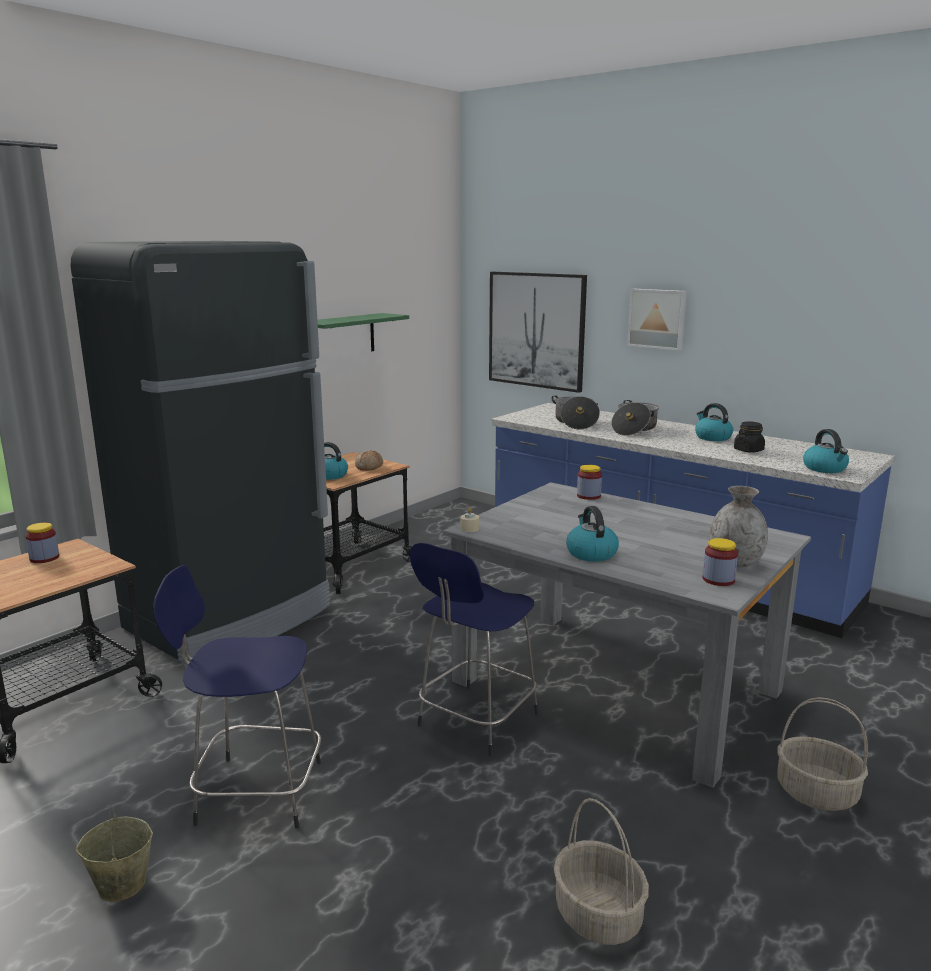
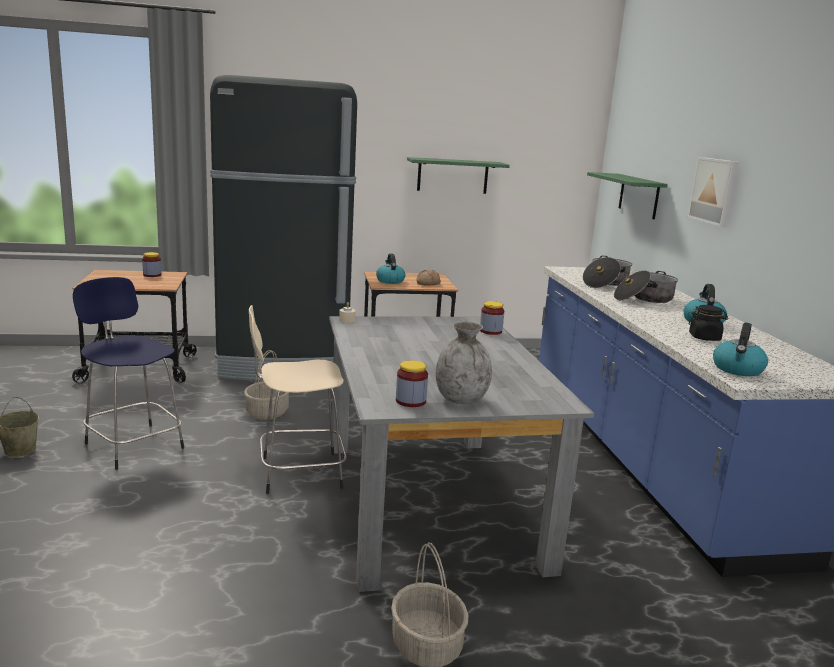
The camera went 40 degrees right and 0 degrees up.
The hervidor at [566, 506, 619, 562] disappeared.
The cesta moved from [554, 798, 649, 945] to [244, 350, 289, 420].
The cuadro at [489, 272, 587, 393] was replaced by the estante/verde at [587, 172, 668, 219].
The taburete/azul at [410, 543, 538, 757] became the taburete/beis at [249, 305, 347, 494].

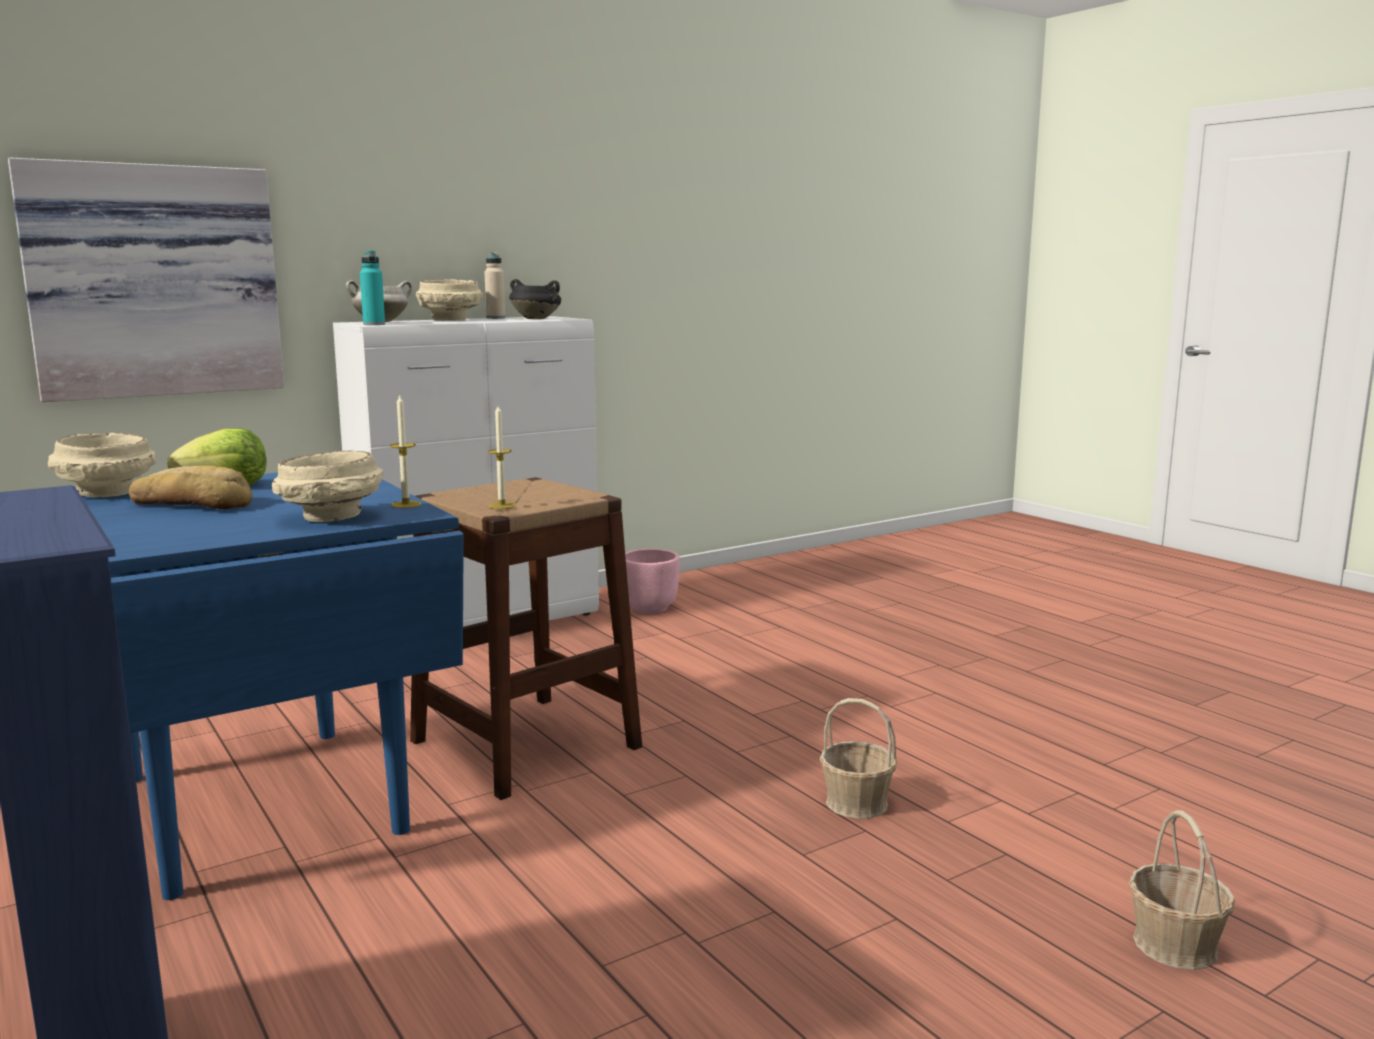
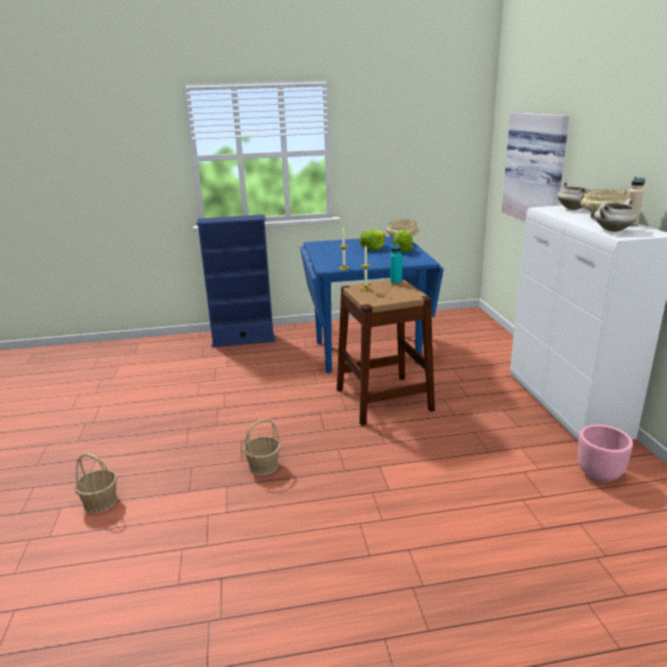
The camera went 115 degrees right and 10 degrees up.
The cuenco/beis at [272, 451, 384, 522] disappeared.
The botella/turquesa moved from [360, 251, 385, 325] to [390, 244, 402, 284].
The pan at [129, 465, 252, 509] was replaced by the lechuga at [360, 230, 386, 250].
The olla/negro at [509, 279, 561, 319] became the olla/blanco at [594, 199, 637, 232].

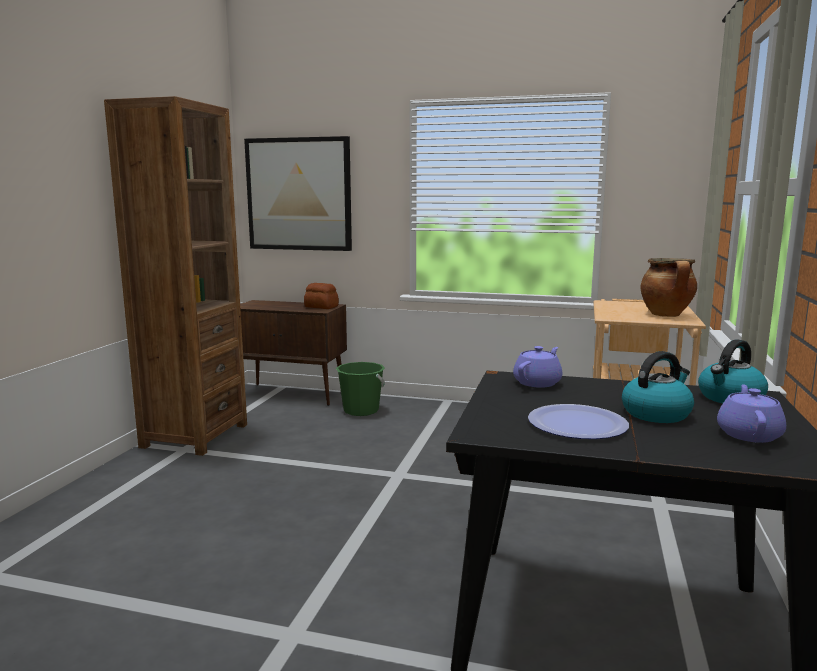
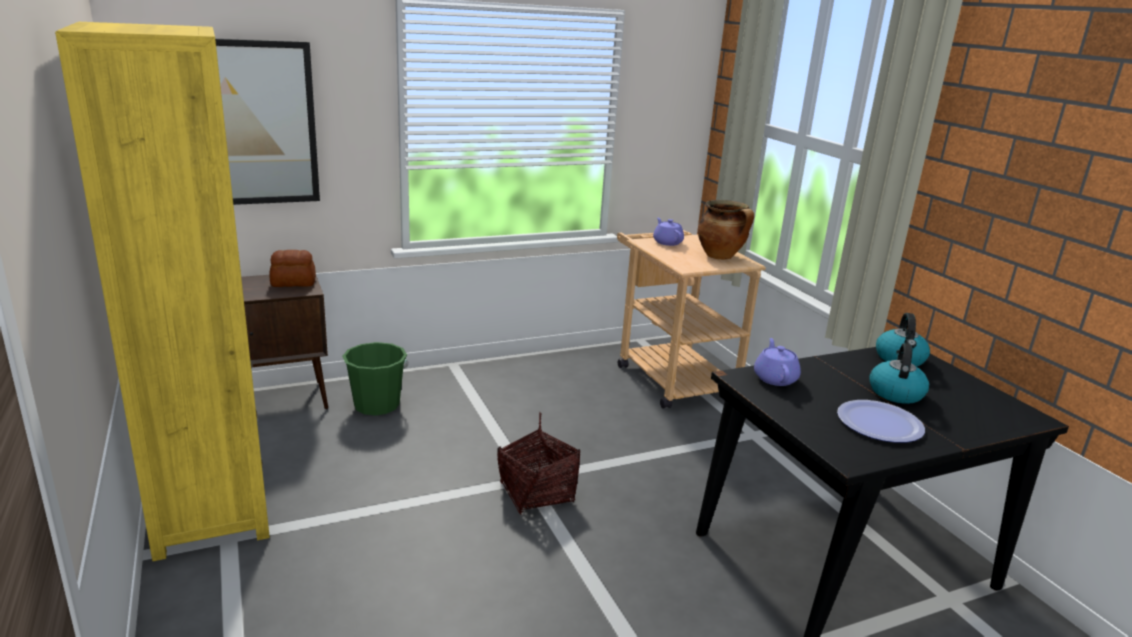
The camera went 40 degrees left and 10 degrees up.
The cesta at [497, 412, 580, 515] appeared.
The tetera/morado moved from [717, 384, 786, 443] to [653, 218, 684, 246].
The estantería/marrón at [104, 96, 247, 456] became the estantería/amarillo at [55, 22, 270, 561].

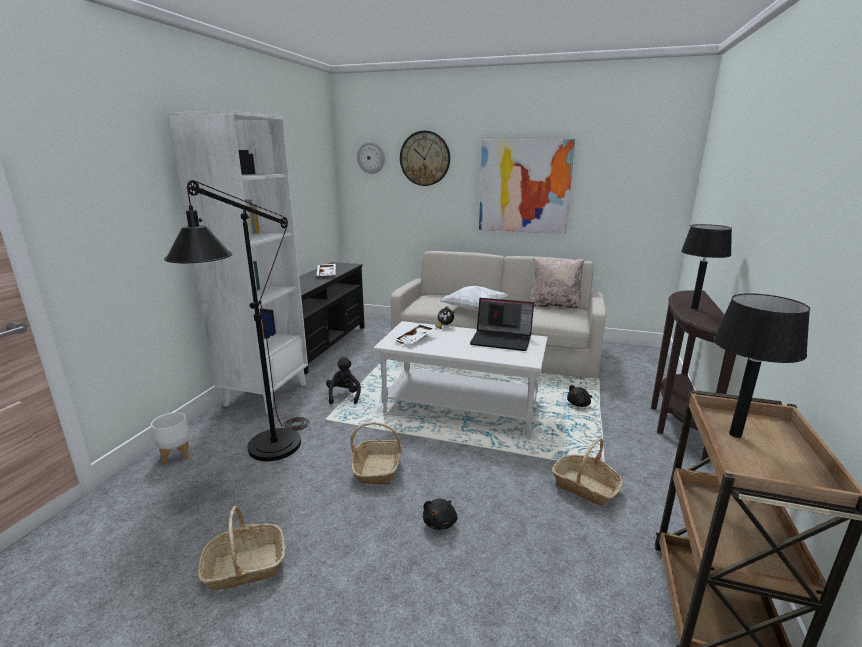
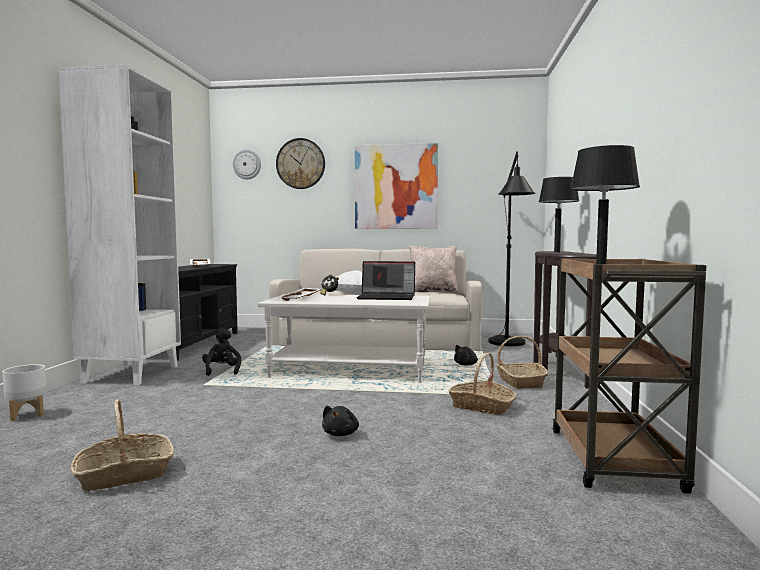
The camera went 10 degrees left and 15 degrees down.
The lámpara de pie/negro moved from [164, 180, 309, 461] to [489, 152, 535, 346].
The cesta moved from [350, 422, 402, 484] to [496, 336, 548, 389].

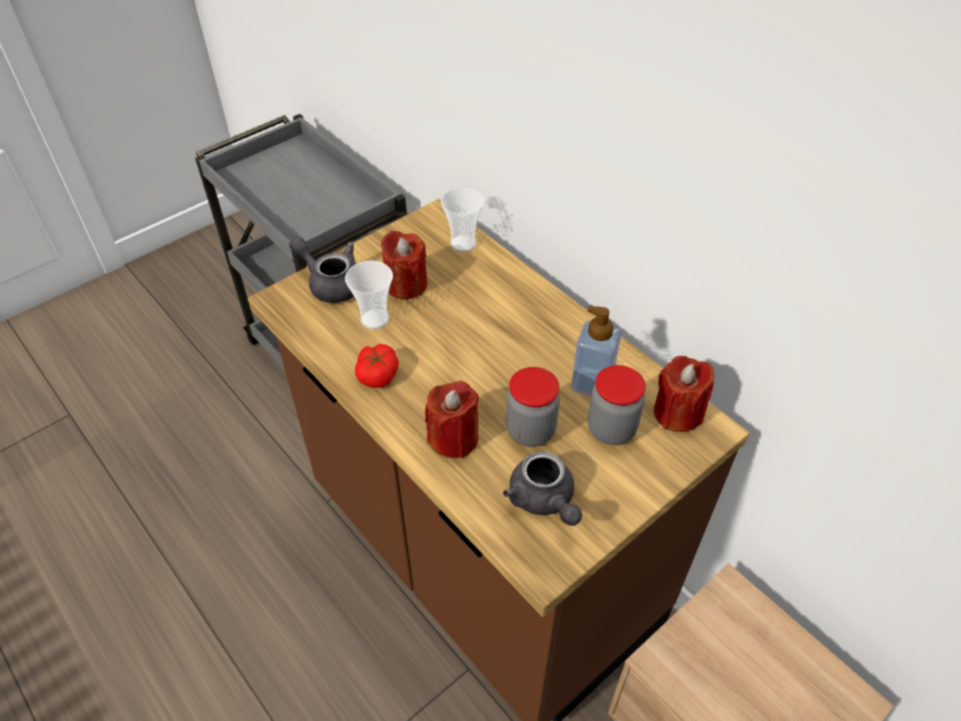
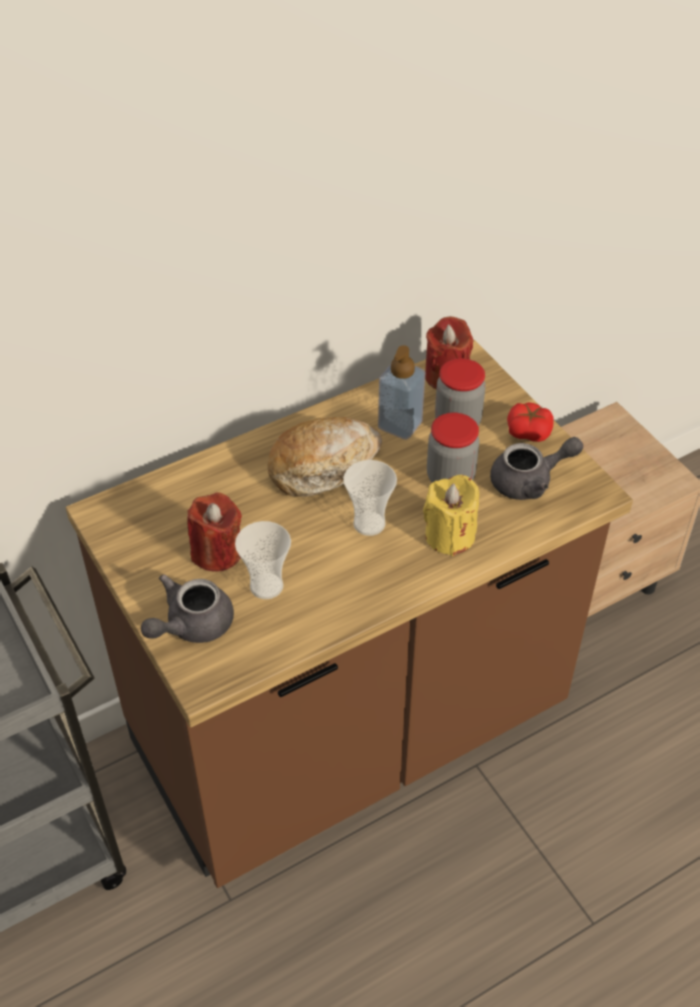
The camera went 80 degrees left and 0 degrees up.
The pan at [267, 417, 382, 497] appeared.
The tomate moved from [355, 344, 399, 388] to [507, 402, 554, 442].
The taza moved from [441, 187, 484, 252] to [343, 460, 397, 536].
The vela/rojo at [425, 381, 479, 458] became the vela/amarillo at [423, 475, 479, 556].

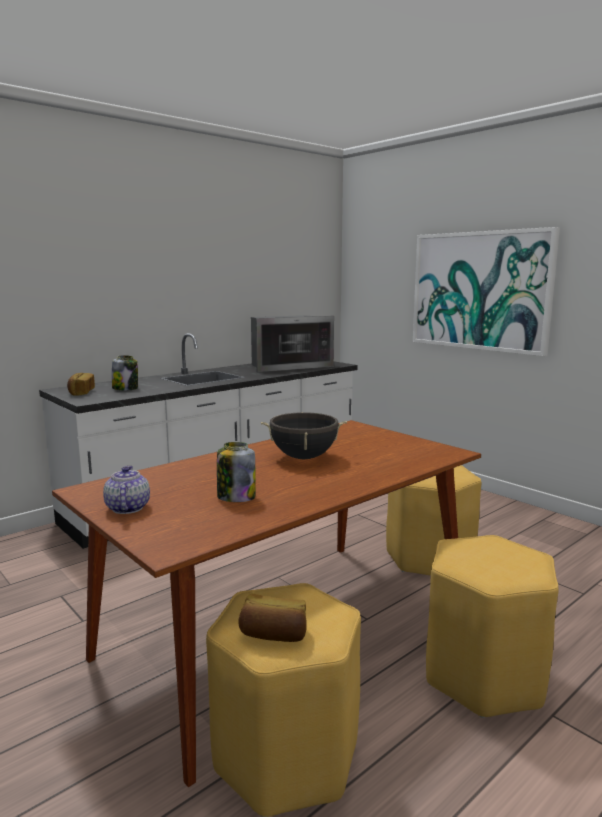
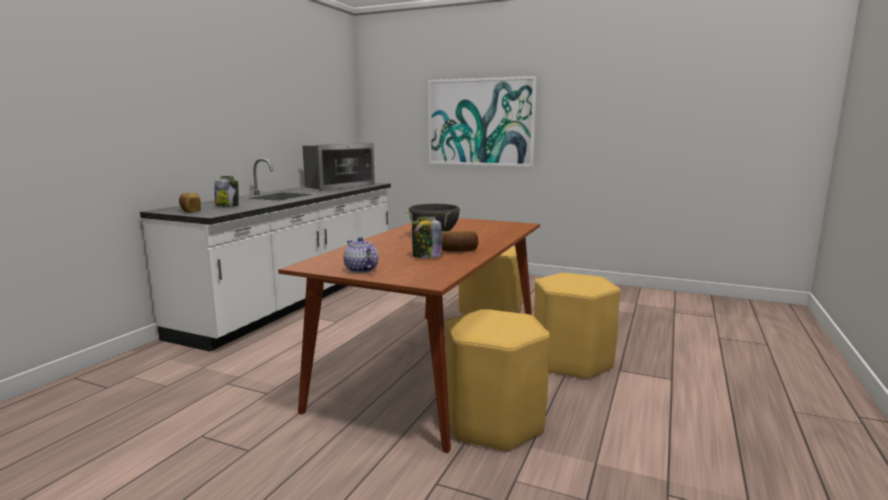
The camera went 25 degrees left and 0 degrees up.
The pan moved from [238, 594, 307, 642] to [442, 231, 478, 252].

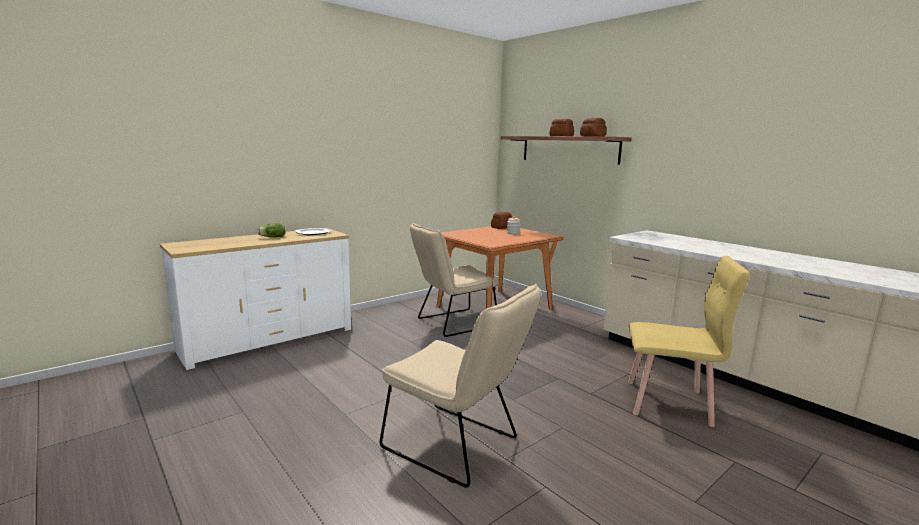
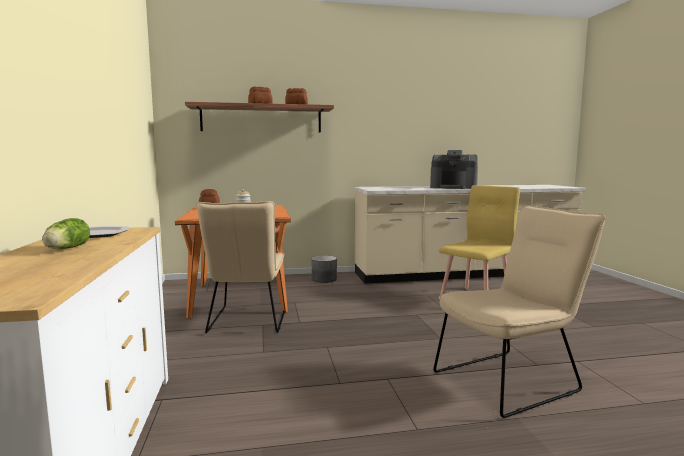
The camera went 60 degrees left and 5 degrees down.
The maceta/gris at [312, 255, 337, 283] appeared.
The cafetera at [430, 150, 478, 189] appeared.

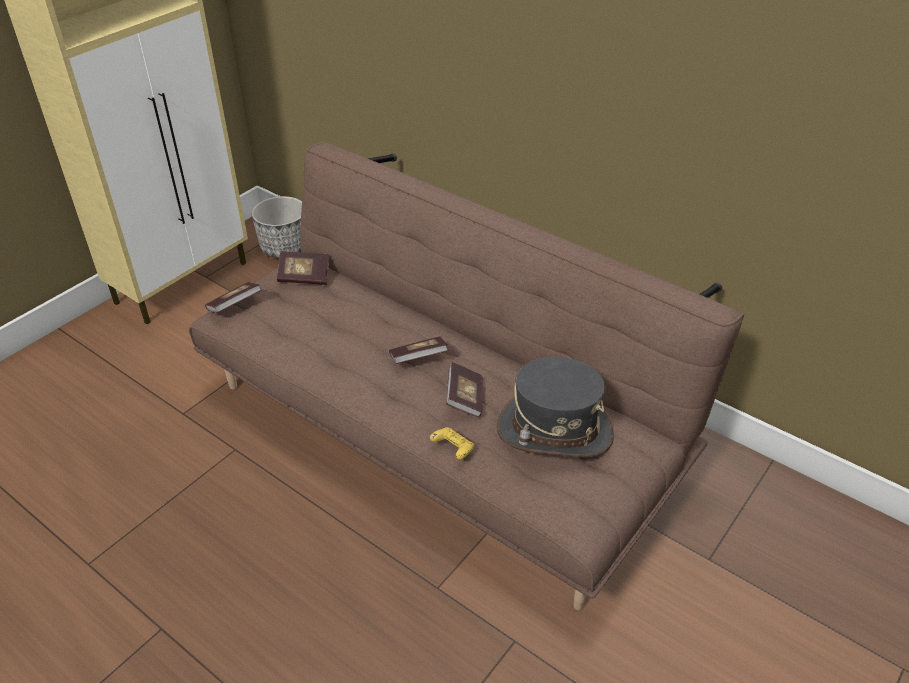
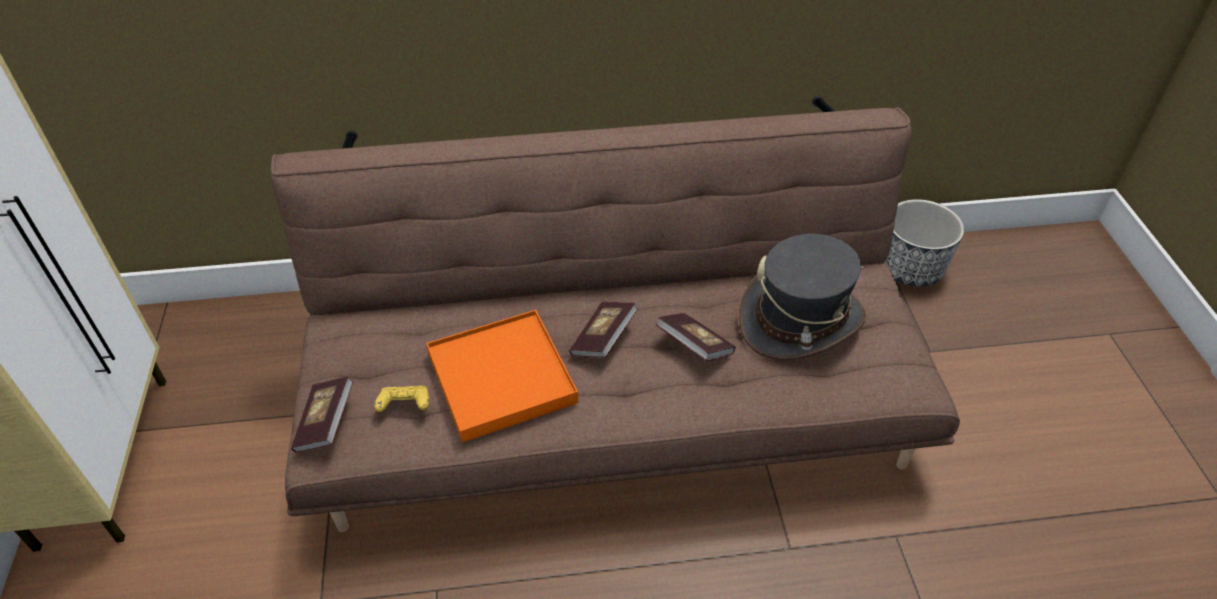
The camera went 45 degrees left and 5 degrees up.
The libro at [277, 251, 329, 285] disappeared.
The bandeja/naranja at [426, 310, 578, 442] appeared.
The maceta moved from [251, 196, 302, 258] to [885, 199, 964, 287].
The mando de consola/amarillo moved from [430, 427, 474, 460] to [375, 385, 429, 412].

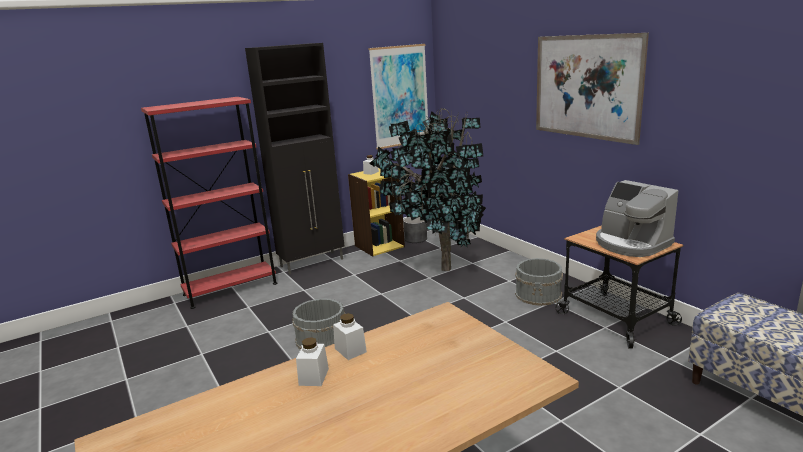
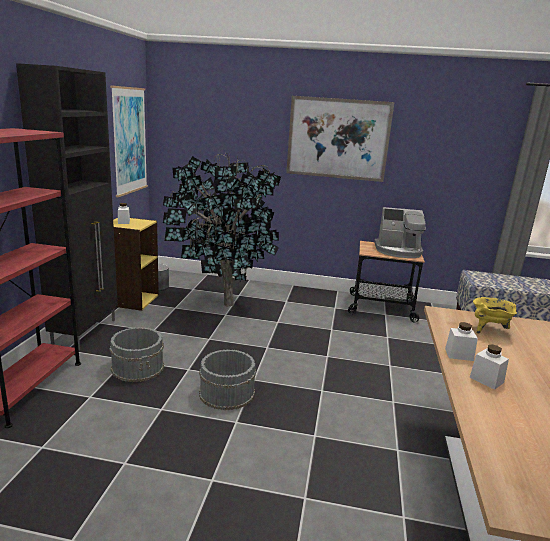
The camera went 50 degrees left and 0 degrees up.
The olla/amarillo at [473, 297, 518, 334] appeared.
The cubo/gris moved from [515, 258, 563, 306] to [109, 327, 164, 382].

